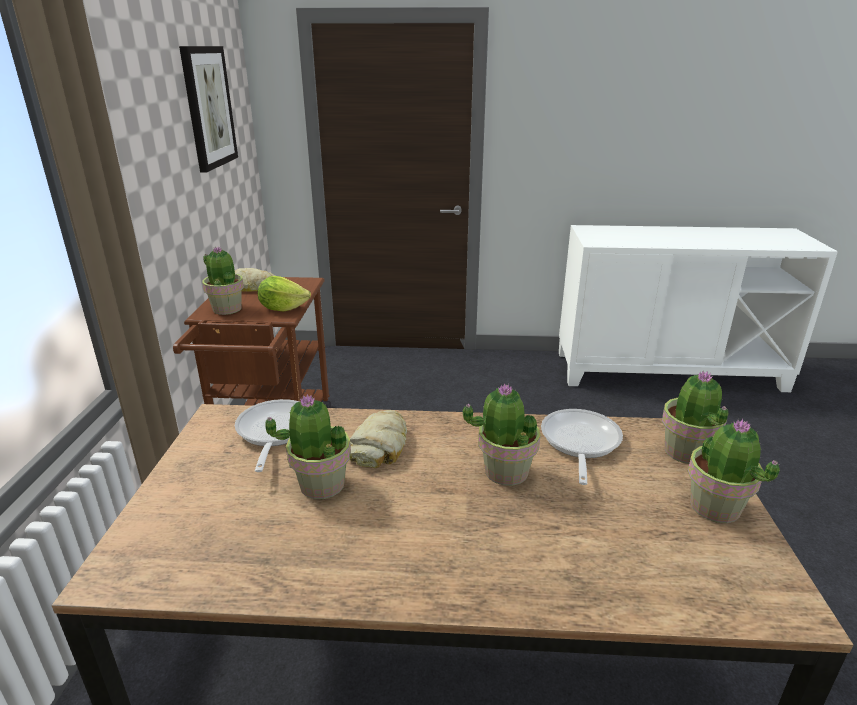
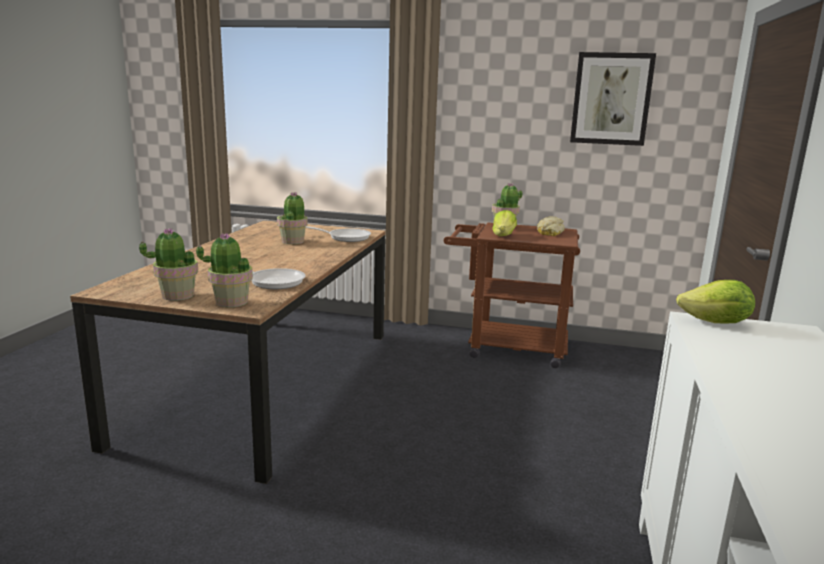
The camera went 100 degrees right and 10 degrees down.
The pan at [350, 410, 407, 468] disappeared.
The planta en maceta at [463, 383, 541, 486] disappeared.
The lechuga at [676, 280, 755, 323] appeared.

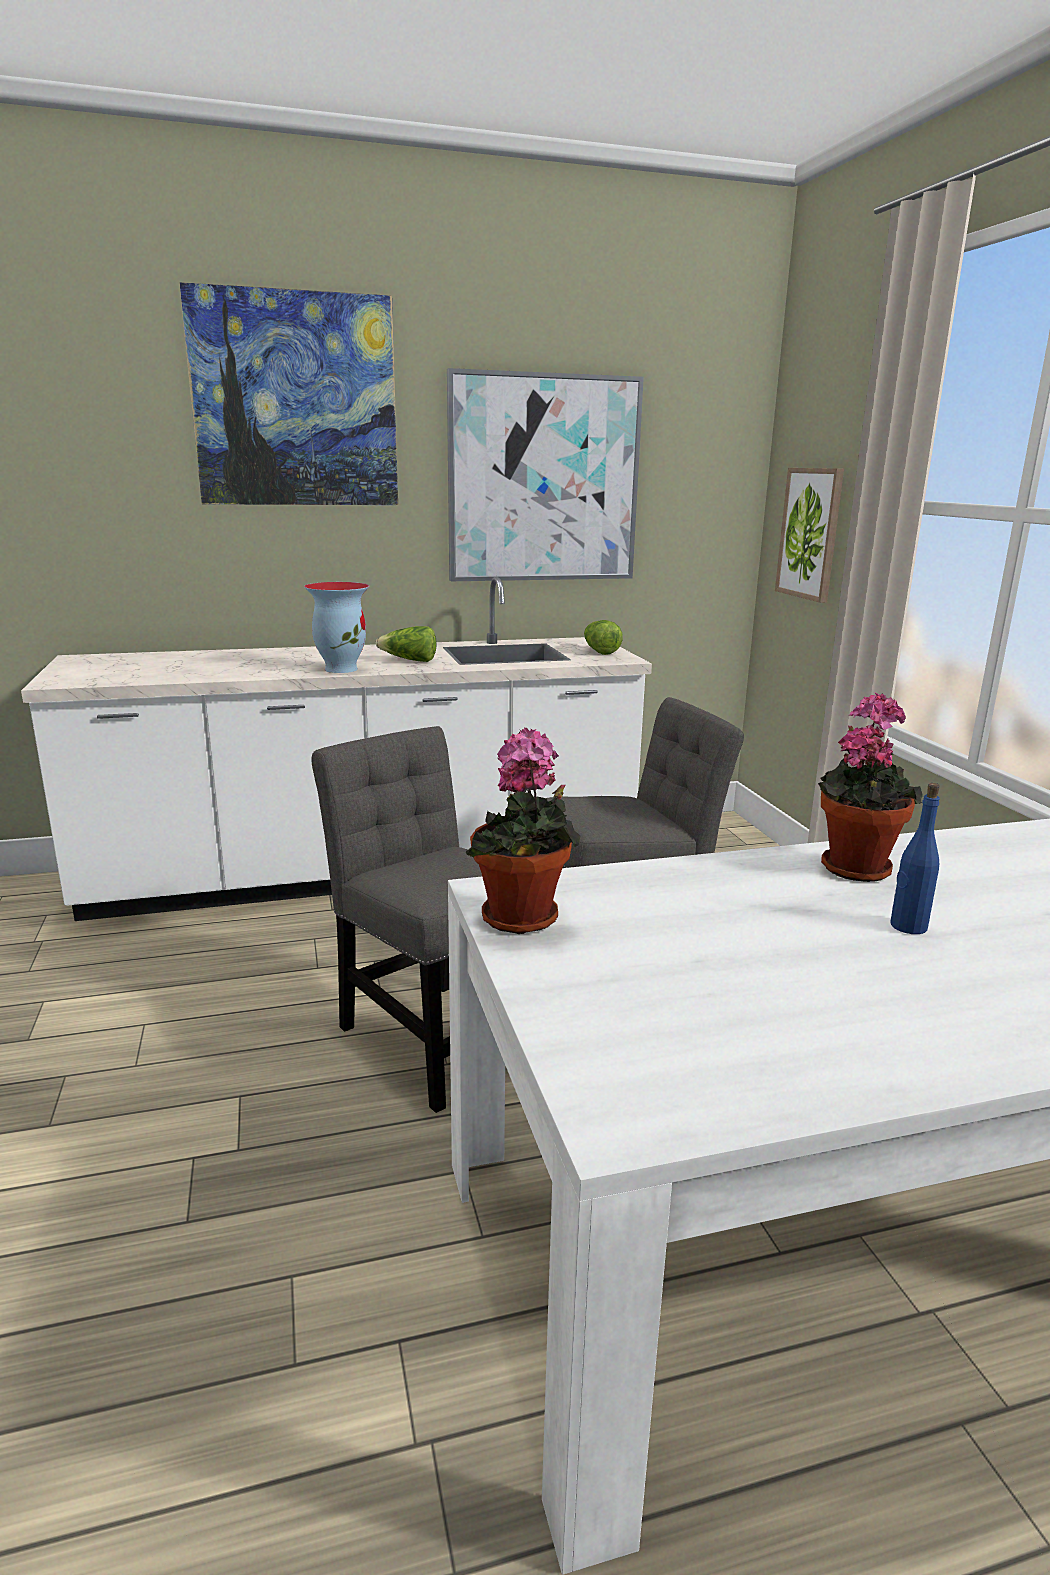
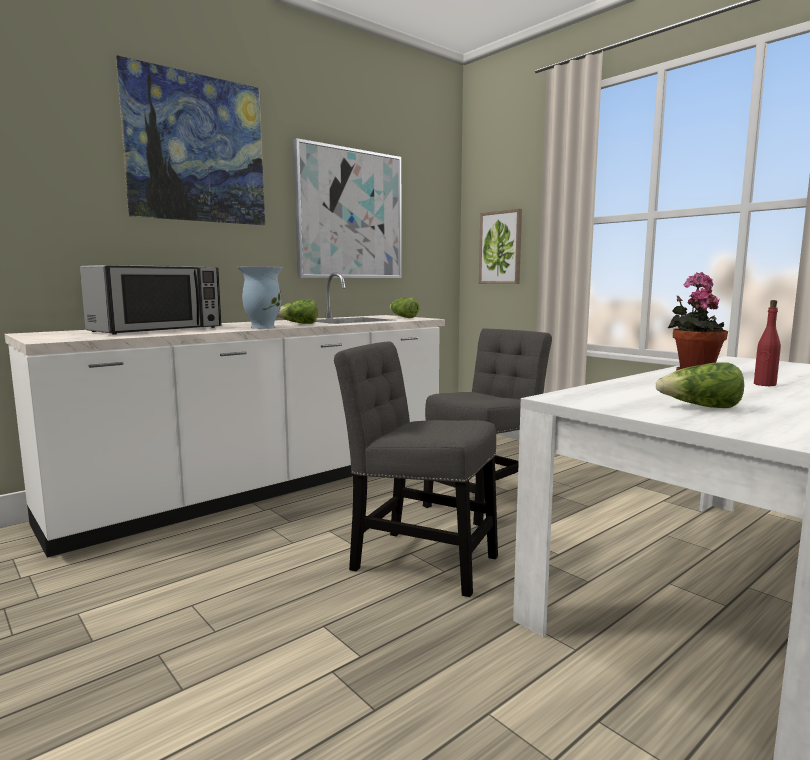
The camera went 25 degrees left and 10 degrees down.
The planta en maceta at [466, 728, 580, 934] disappeared.
The microondas at [80, 265, 221, 335] appeared.
The lechuga at [656, 362, 744, 408] appeared.
The botella/azul at [891, 783, 940, 934] became the botella/rojo at [754, 300, 781, 386].

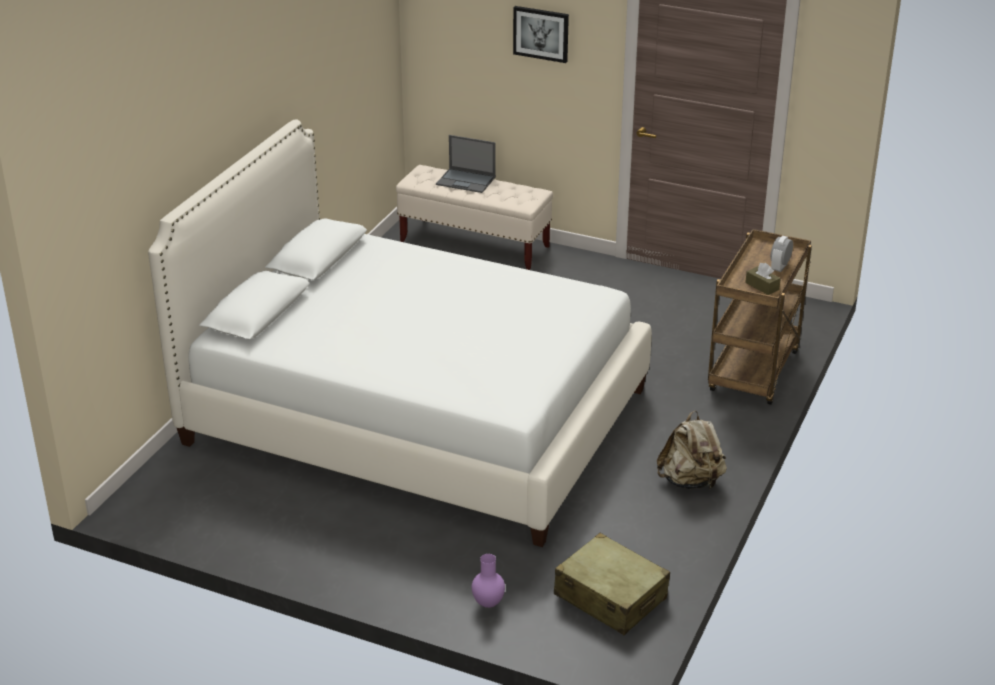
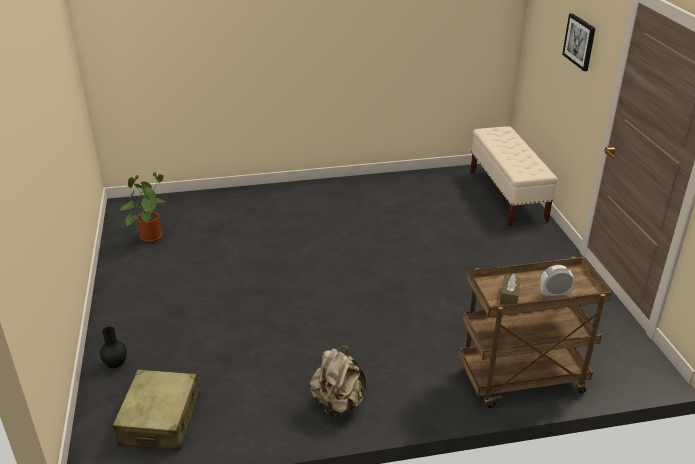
The camera went 55 degrees right and 0 degrees up.
The cama/blanco at [148, 119, 652, 547] disappeared.
The portátil at [436, 135, 496, 193] disappeared.
The planta en maceta at [119, 172, 164, 242] appeared.
The florero/morado at [472, 554, 505, 608] became the florero/negro at [100, 327, 127, 368].

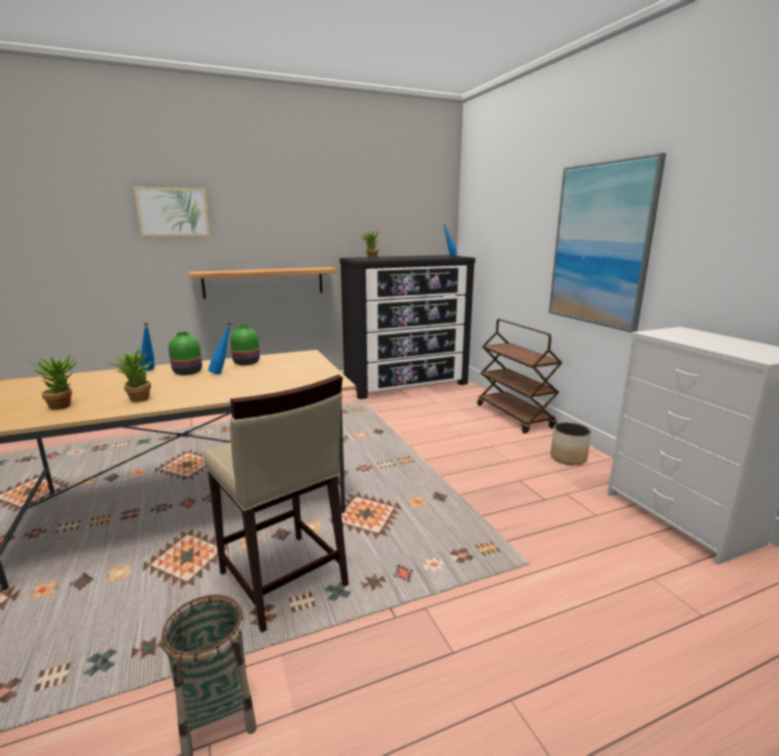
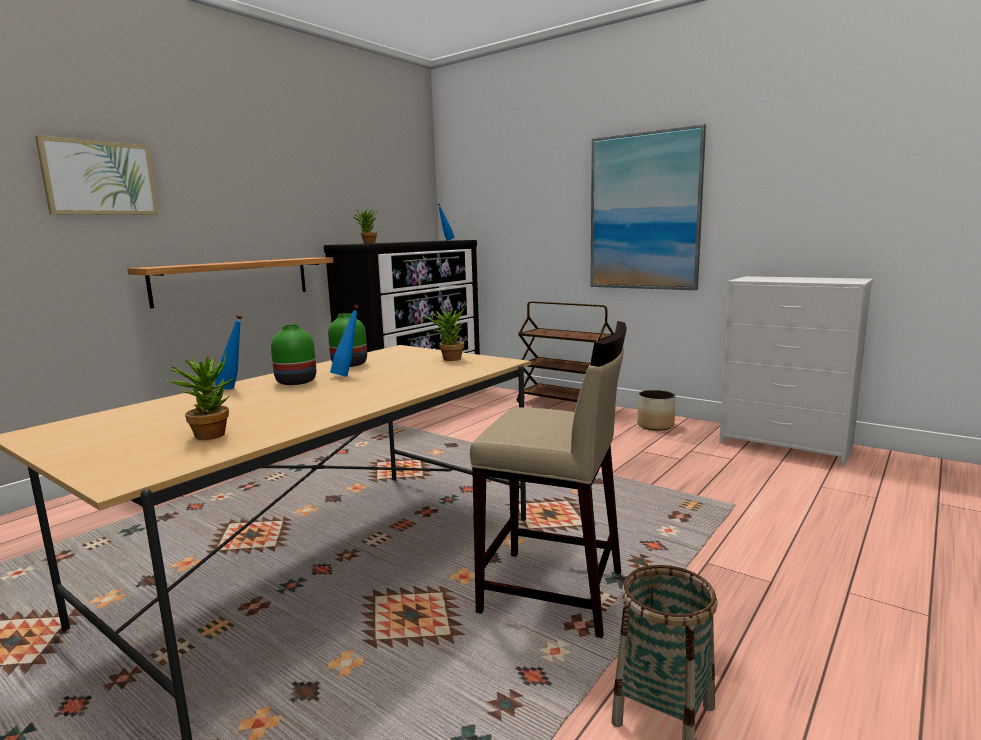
The camera went 30 degrees left and 5 degrees down.
The planta en maceta moved from [107, 347, 152, 402] to [425, 306, 464, 361].

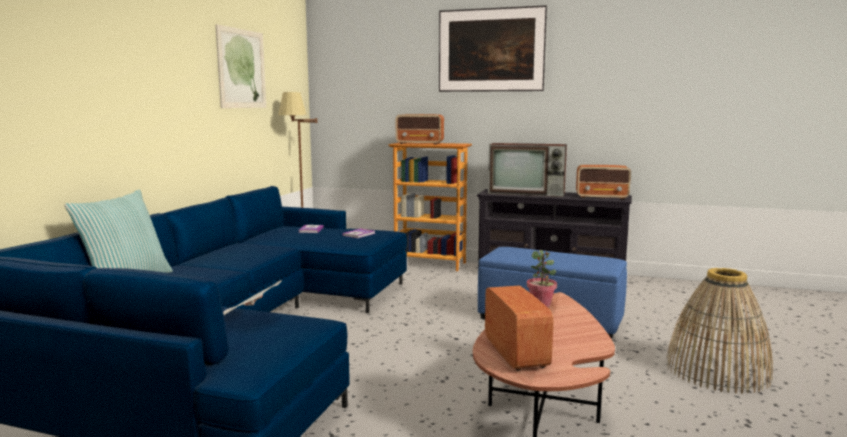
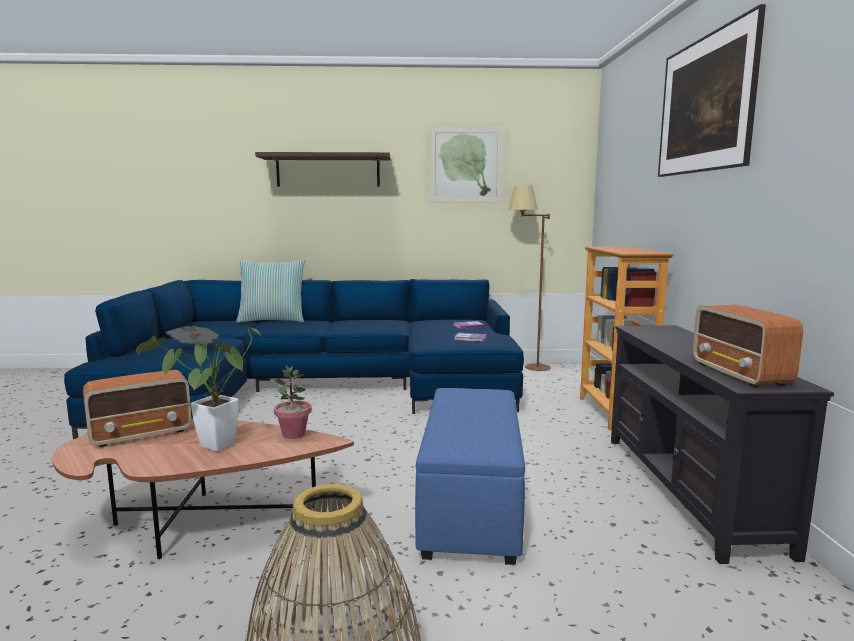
The camera went 70 degrees right and 0 degrees up.
The radio at [396, 114, 444, 145] disappeared.
The televisor at [488, 143, 567, 197] disappeared.
The planta en maceta at [136, 324, 262, 451] appeared.
The estante at [255, 152, 391, 187] appeared.

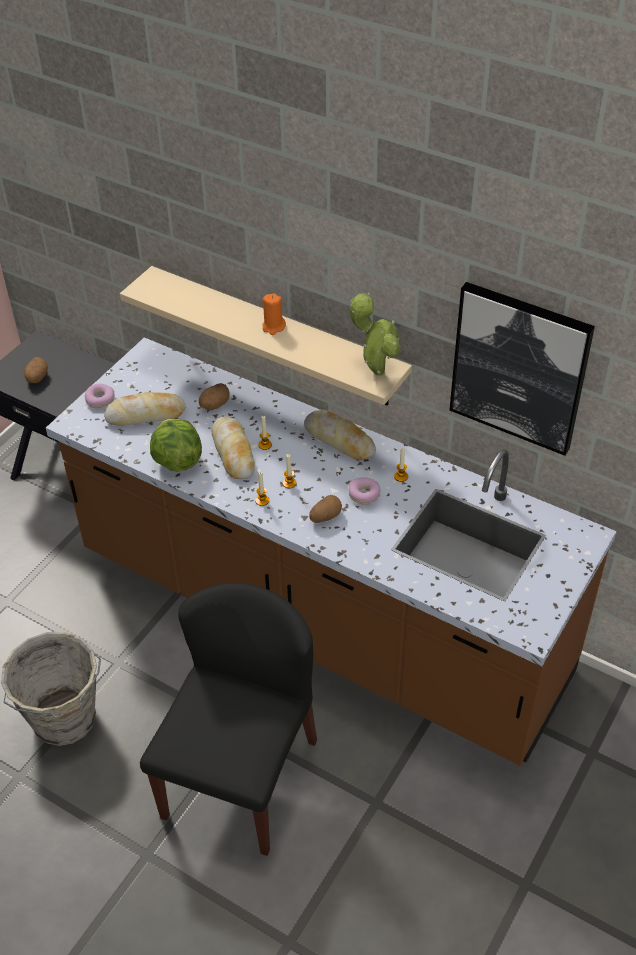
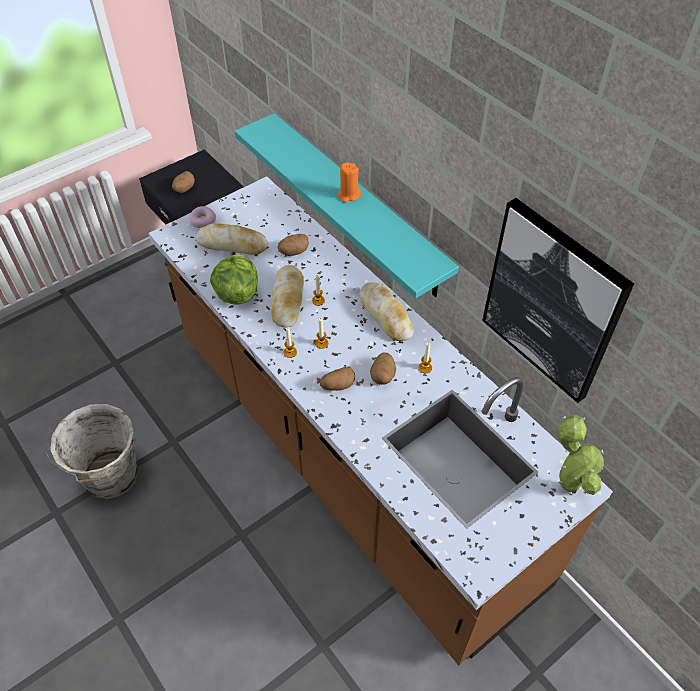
The camera went 20 degrees right and 5 degrees up.
The silla/negro at [140, 583, 317, 856] disappeared.
The planta en maceta moved from [350, 292, 400, 376] to [558, 415, 604, 495].
The rosquilla at [349, 477, 381, 505] was replaced by the patata at [370, 352, 396, 385].
The estante/beis at [120, 266, 412, 406] became the estante/turquesa at [234, 113, 459, 299].

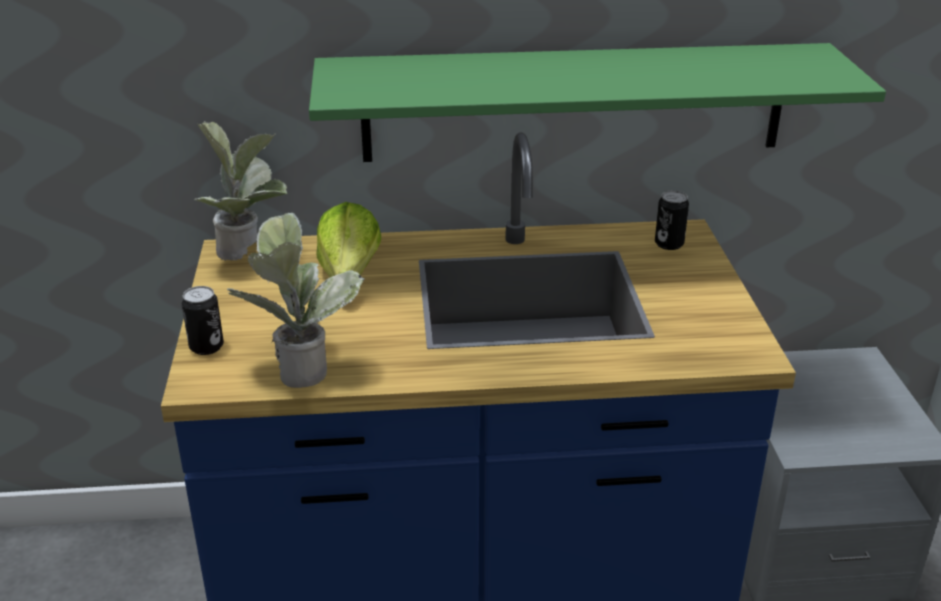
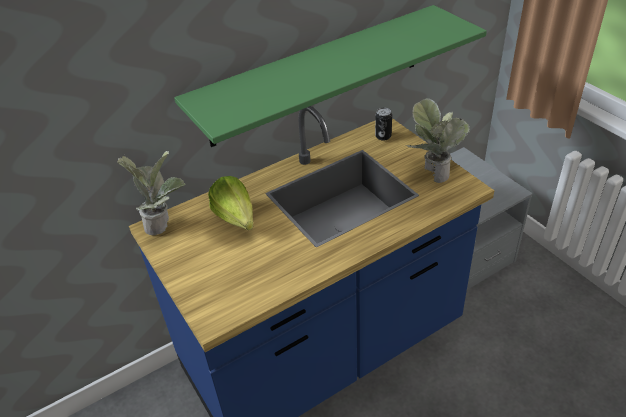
The camera went 25 degrees left and 10 degrees up.
The lata at [181, 286, 224, 355] disappeared.
The planta en maceta moved from [226, 213, 365, 388] to [406, 98, 470, 183].

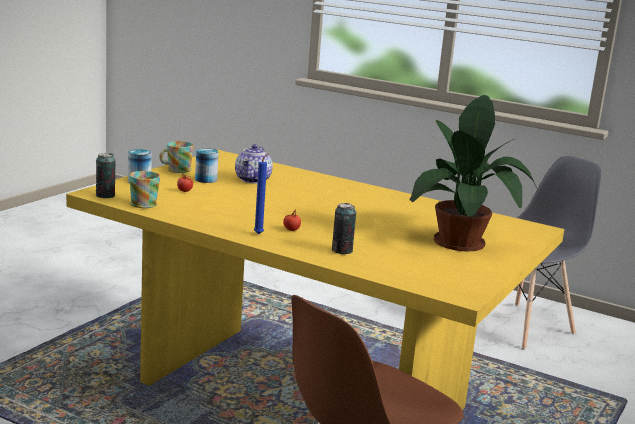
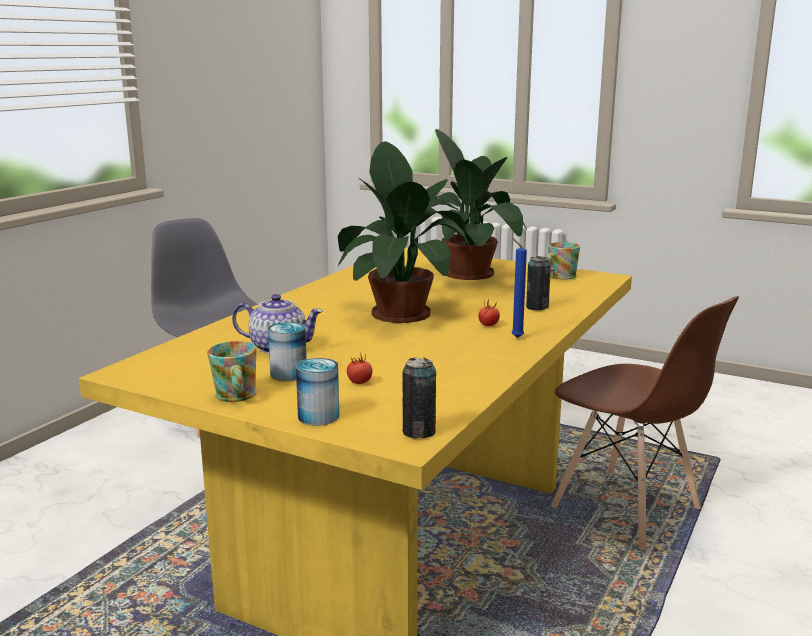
The camera went 90 degrees left and 0 degrees up.
The planta en maceta at [338, 141, 473, 323] appeared.
The taza grande moved from [129, 171, 160, 208] to [546, 242, 580, 279].

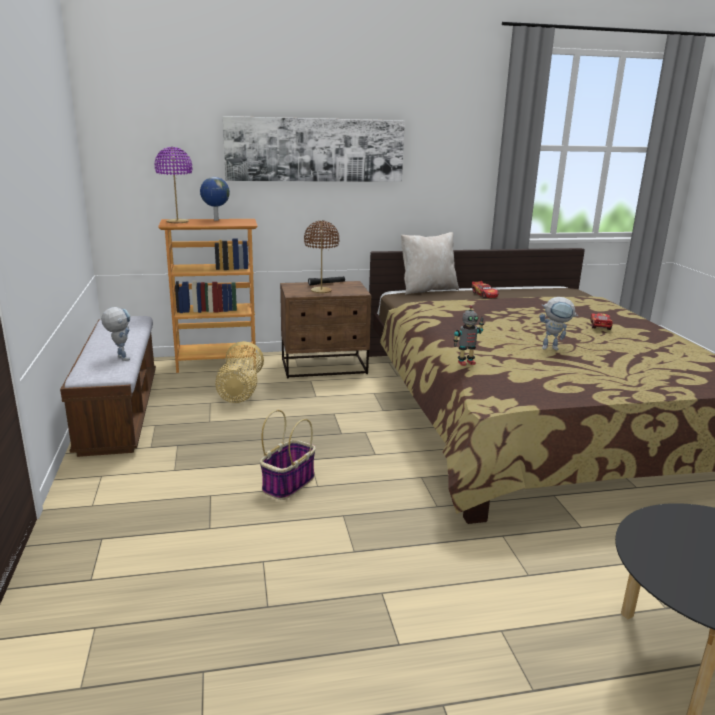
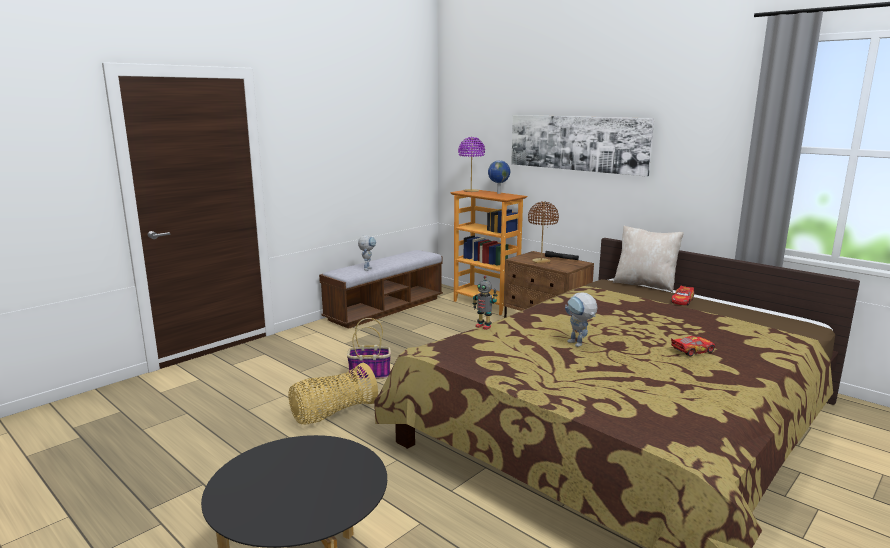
The camera went 55 degrees right and 5 degrees down.
The cesta moved from [215, 341, 264, 403] to [289, 363, 378, 425].

